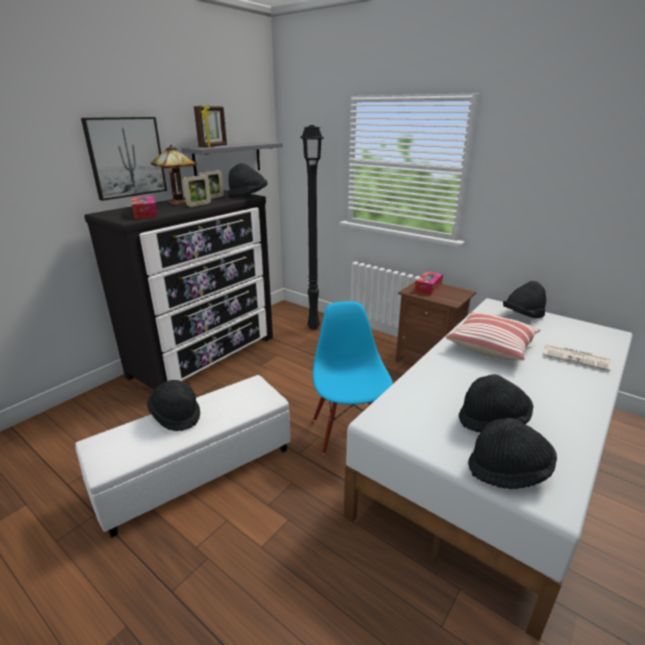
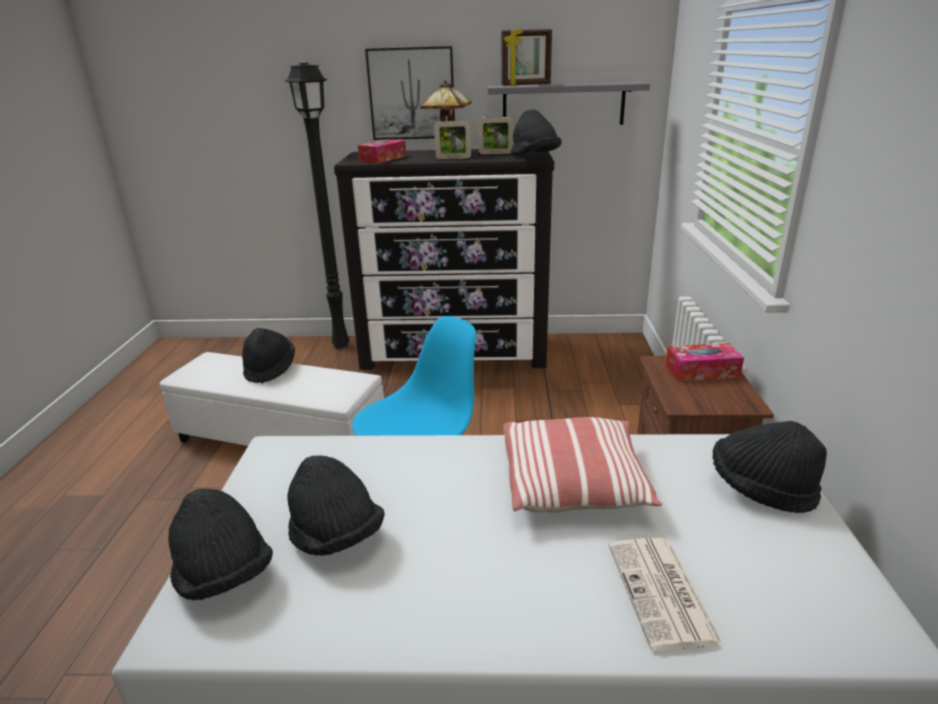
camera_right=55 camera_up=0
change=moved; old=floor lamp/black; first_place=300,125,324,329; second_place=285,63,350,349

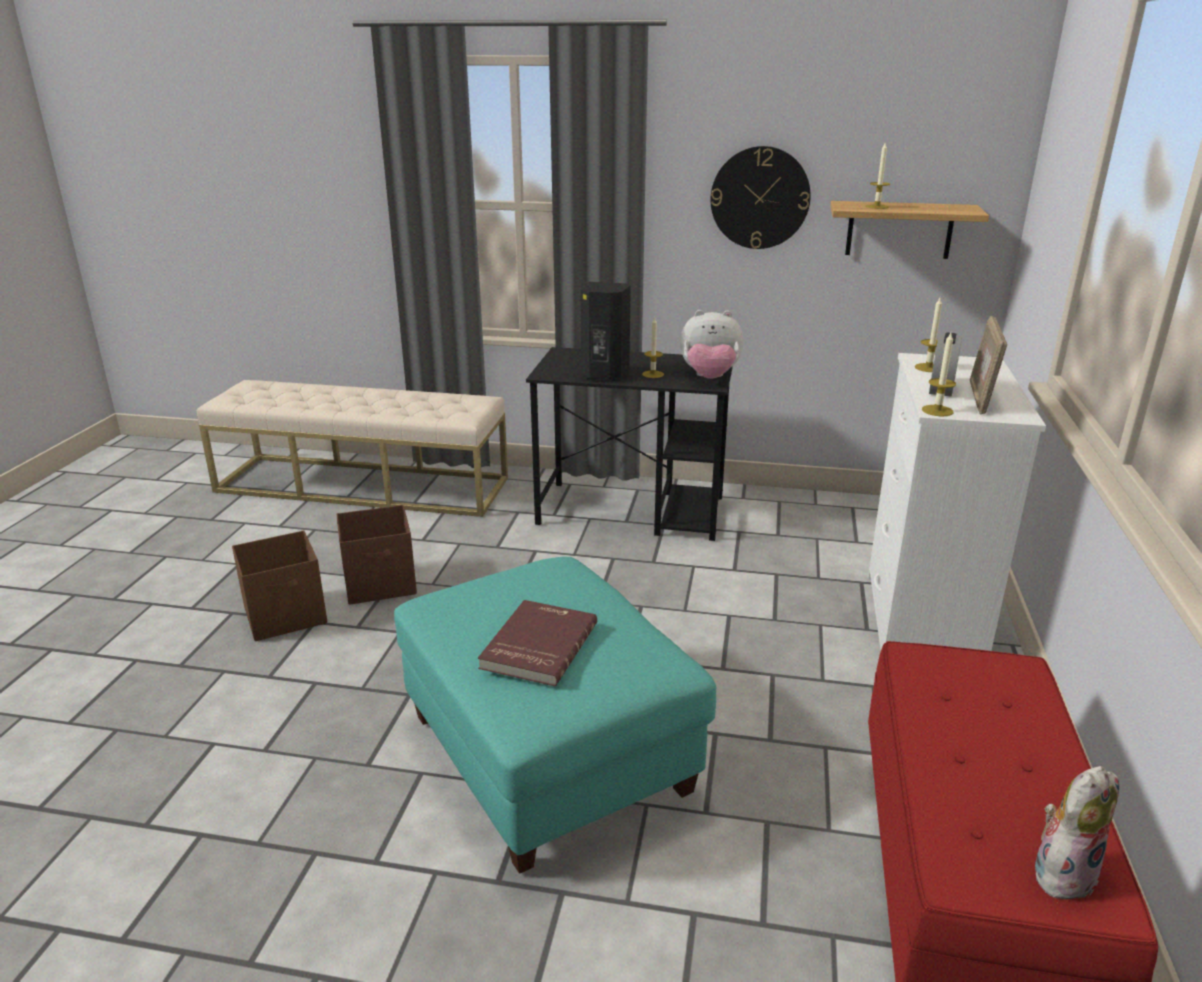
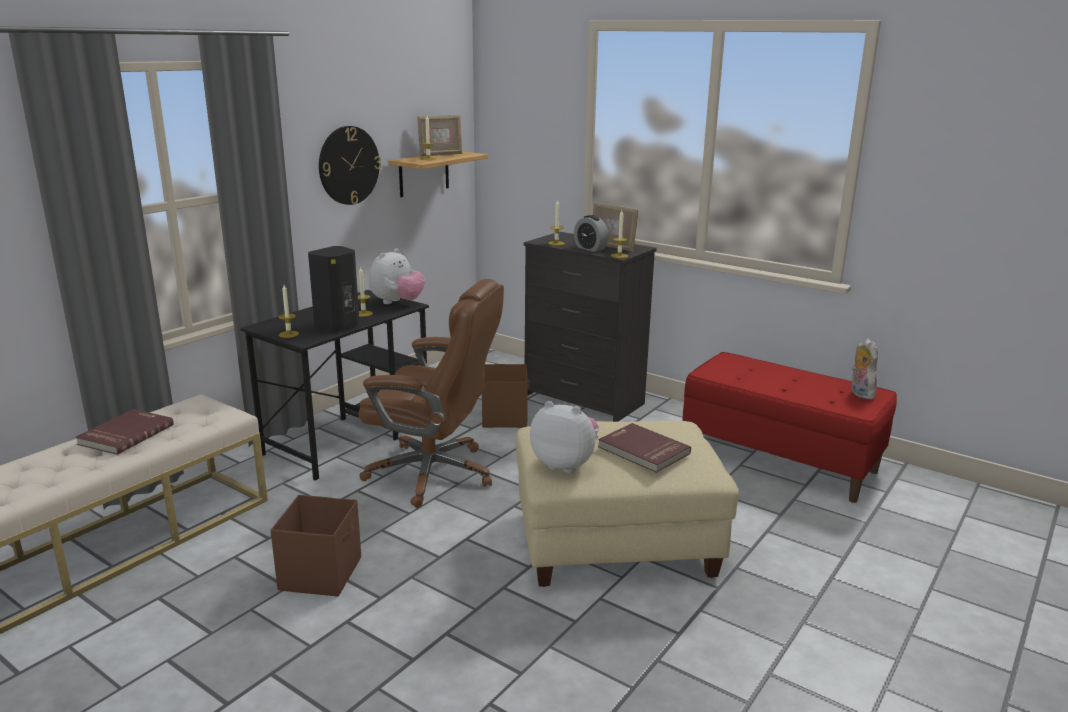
camera_right=-65 camera_up=-5
change=recoloured; old=dresser/white; new=dresser/black; first_place=868,353,1046,651; second_place=524,232,657,422
change=moved; old=storage box/brown; first_place=232,530,327,641; second_place=482,364,530,428
change=recoloured; old=ottoman/turquoise; new=ottoman/beige; first_place=394,557,716,874; second_place=516,420,739,587
change=added; new=picture frame; second_place=417,115,462,157
change=added; new=office chair/brown; second_place=359,279,504,508
change=added; new=candle; second_place=279,285,299,338
change=added; new=plush toy; second_place=530,401,599,473
change=added; new=book/red; second_place=75,409,174,455

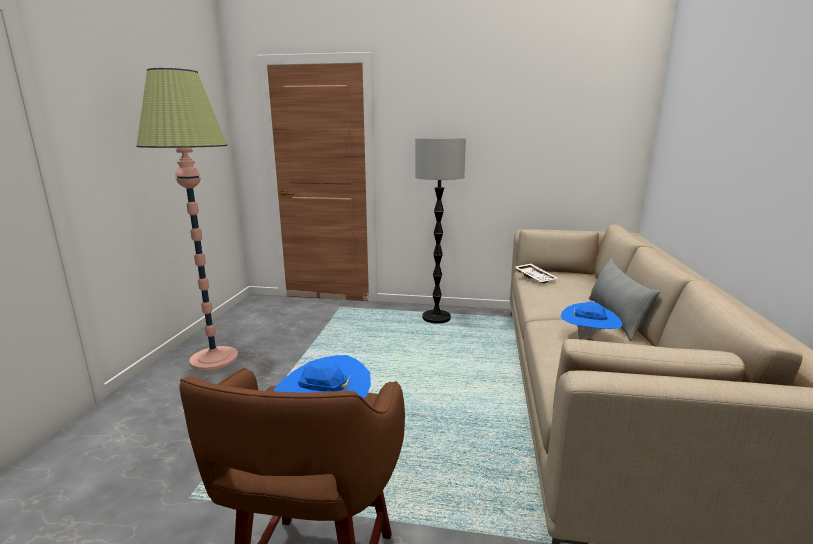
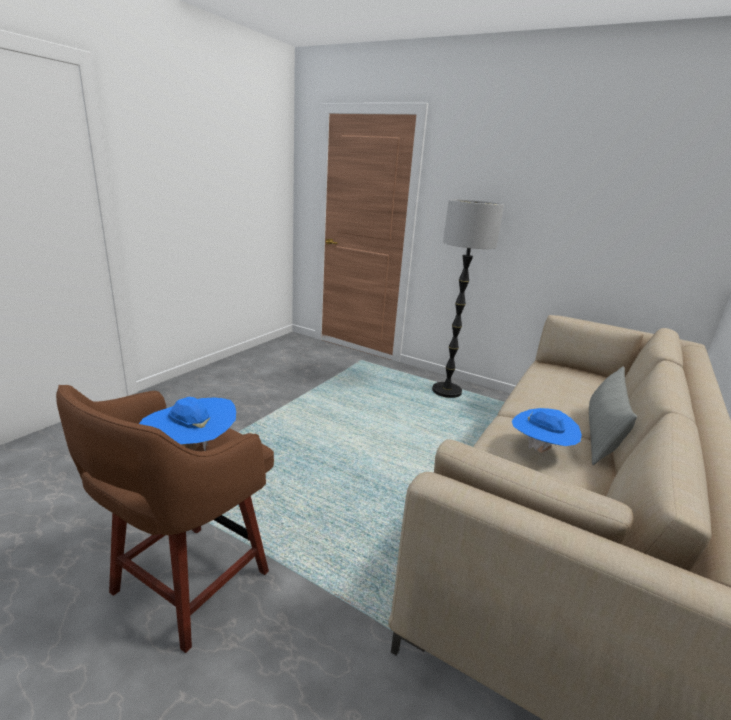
camera_right=20 camera_up=5
change=removed; old=floor lamp; first_place=137,68,238,370
change=removed; old=tray/white; first_place=515,264,558,284

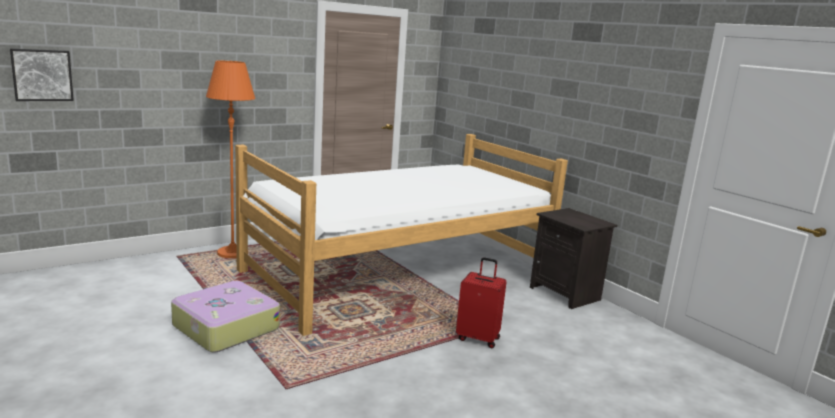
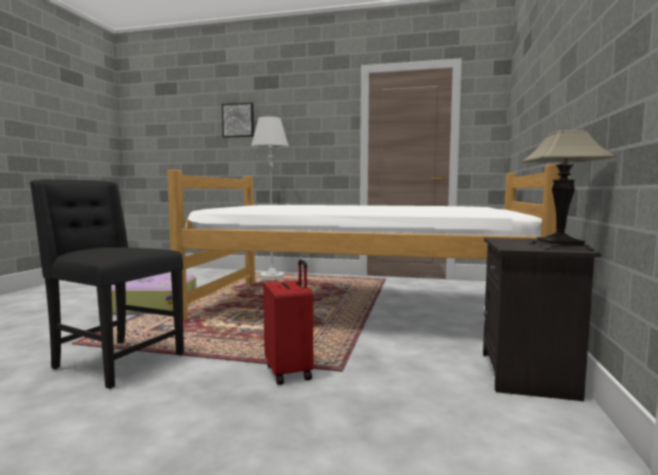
camera_right=50 camera_up=-10
change=moved; old=picture; first_place=10,49,74,101; second_place=222,102,254,138
change=recoloured; old=floor lamp/orange; new=floor lamp/white; first_place=206,60,255,258; second_place=251,116,289,278
change=added; new=table lamp; second_place=522,130,616,251
change=added; new=chair/black; second_place=30,179,184,389

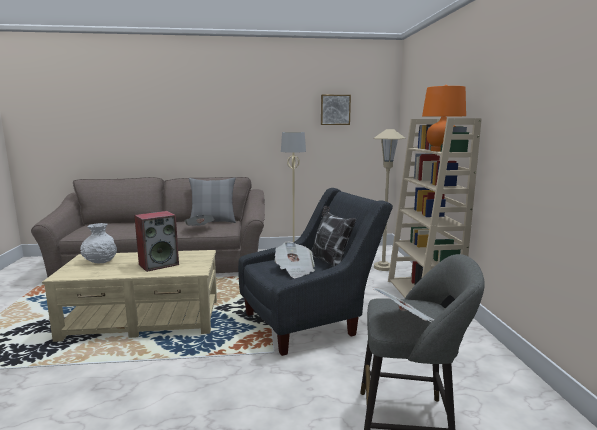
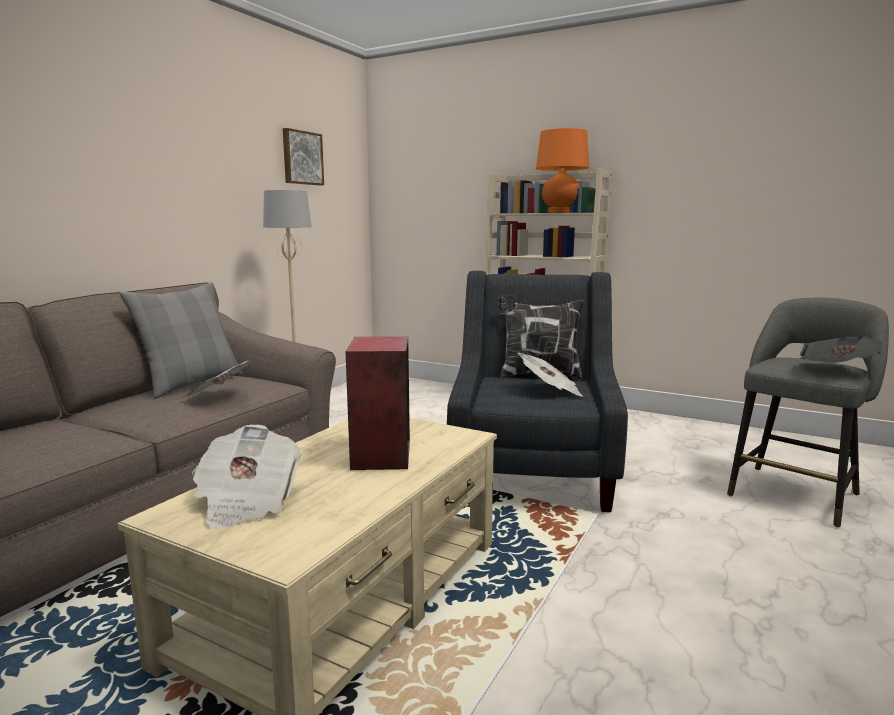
camera_right=-55 camera_up=0
change=removed; old=floor lamp/beige; first_place=373,129,406,271
change=replaced; old=vase/white; new=newspaper; first_place=80,223,117,264; second_place=192,425,301,529

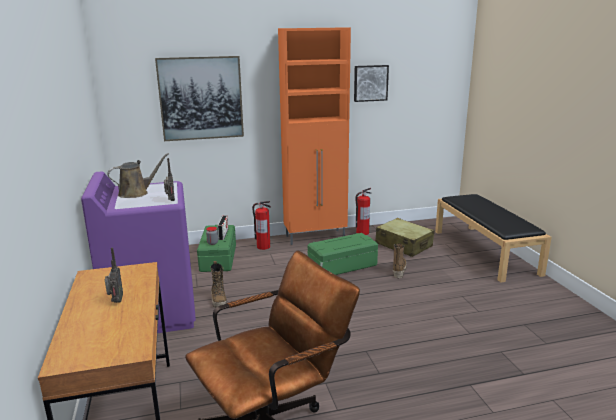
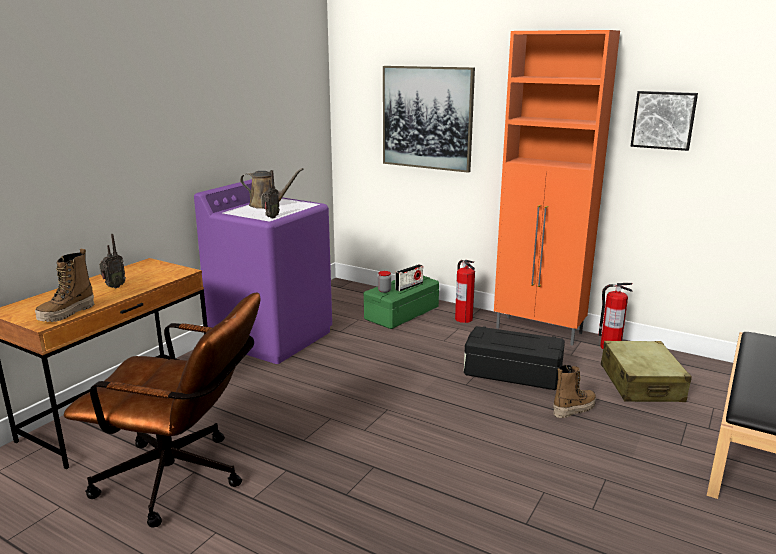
camera_right=45 camera_up=0
change=recoloured; old=storage box/green; new=storage box/black; first_place=308,233,378,275; second_place=464,326,565,390
change=moved; old=boot; first_place=210,261,227,308; second_place=35,249,94,322

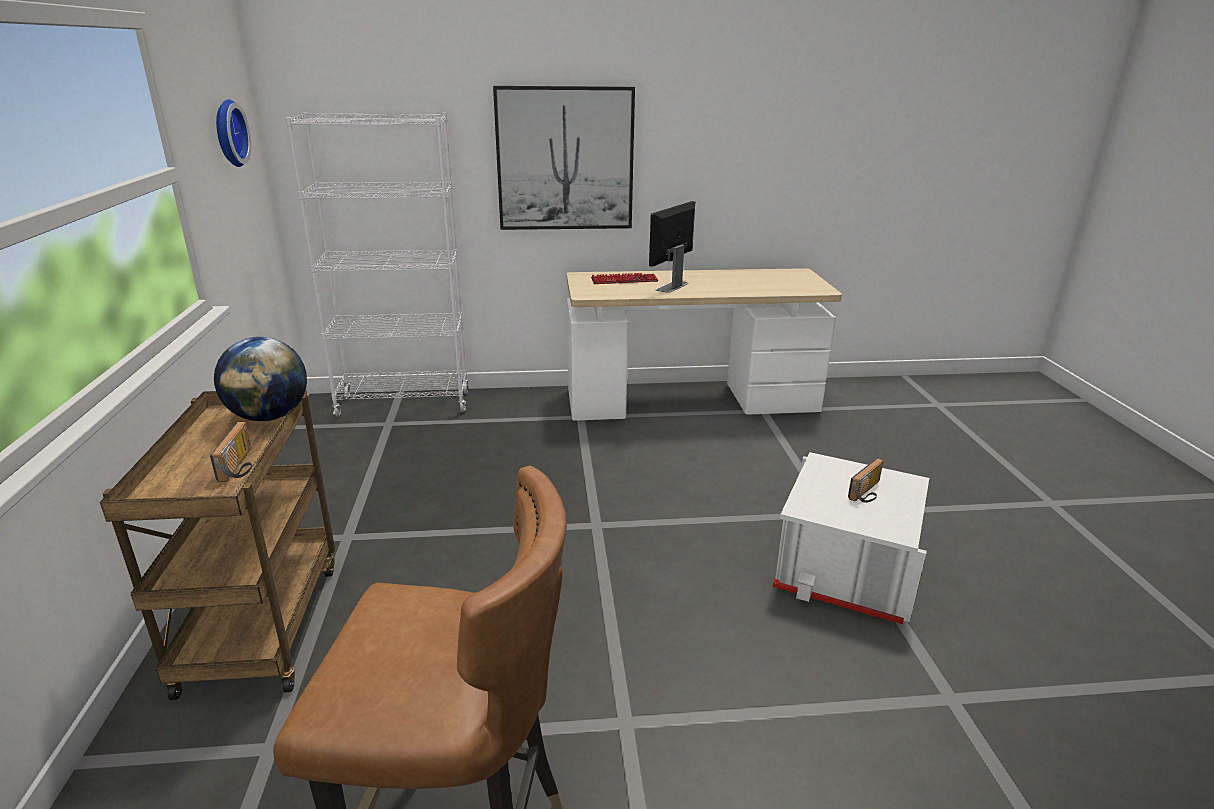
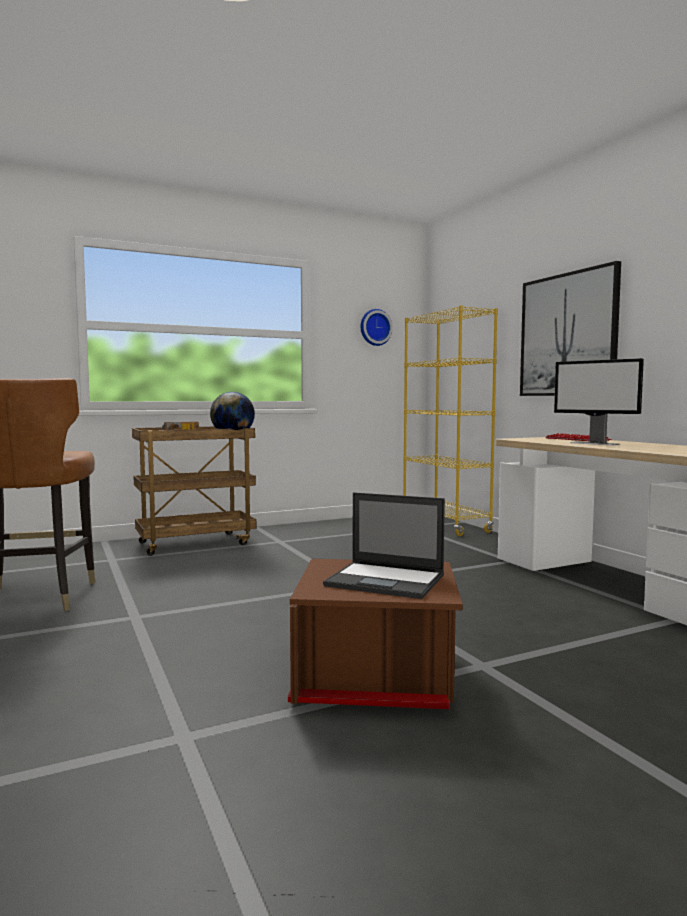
camera_right=70 camera_up=-20
change=recoloured; old=bookcase/white; new=bookcase/yellow; first_place=286,112,469,417; second_place=403,305,498,536
change=turned; old=monitor; first_place=649,201,695,293; second_place=554,358,644,445; degrees=-150
change=recoloured; old=storage box/white; new=storage box/brown; first_place=772,452,929,624; second_place=288,559,463,709
change=replaced; old=radio; new=laptop; first_place=848,458,883,503; second_place=323,492,445,599

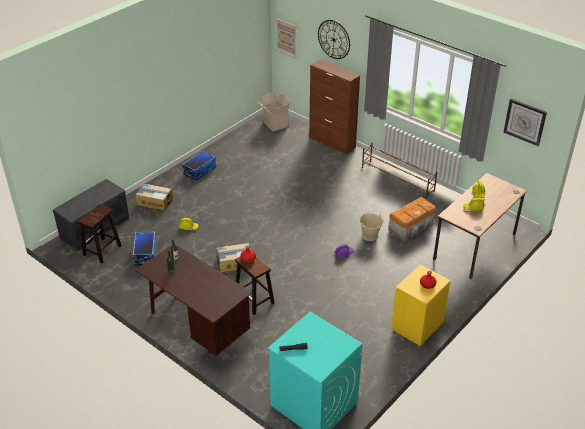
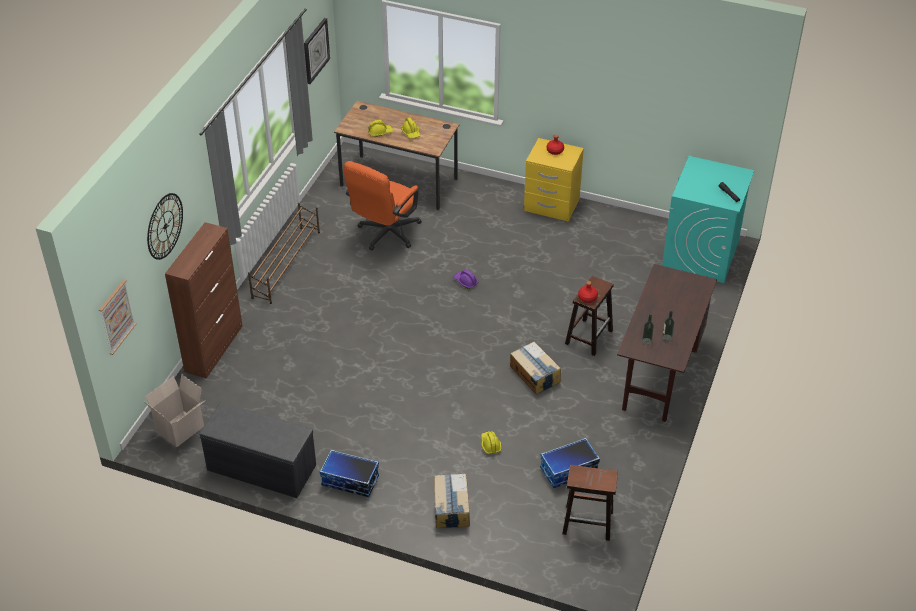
camera_right=-110 camera_up=5
change=moved; old=bench/grey; first_place=53,179,130,251; second_place=199,402,316,498
change=replaced; old=storage box; new=office chair/orange; first_place=388,197,436,241; second_place=344,161,422,251
change=removed; old=bucket/beige; first_place=360,213,384,241

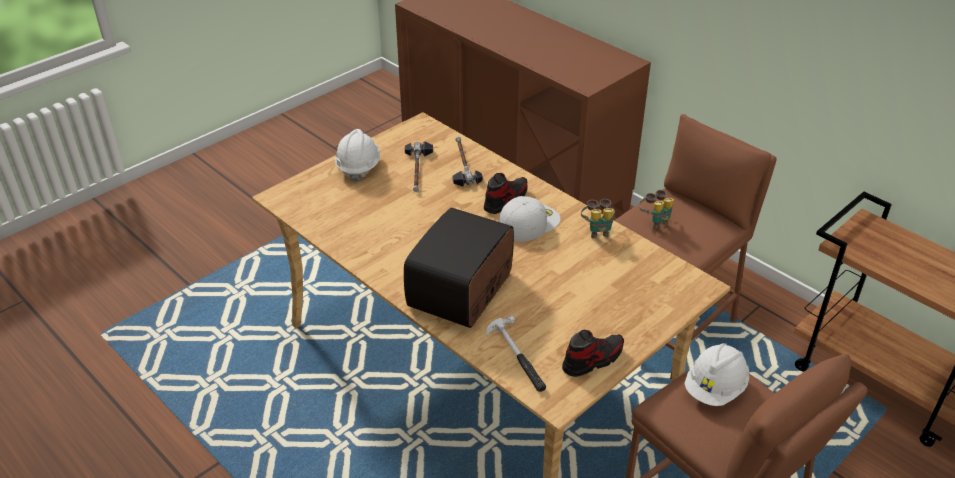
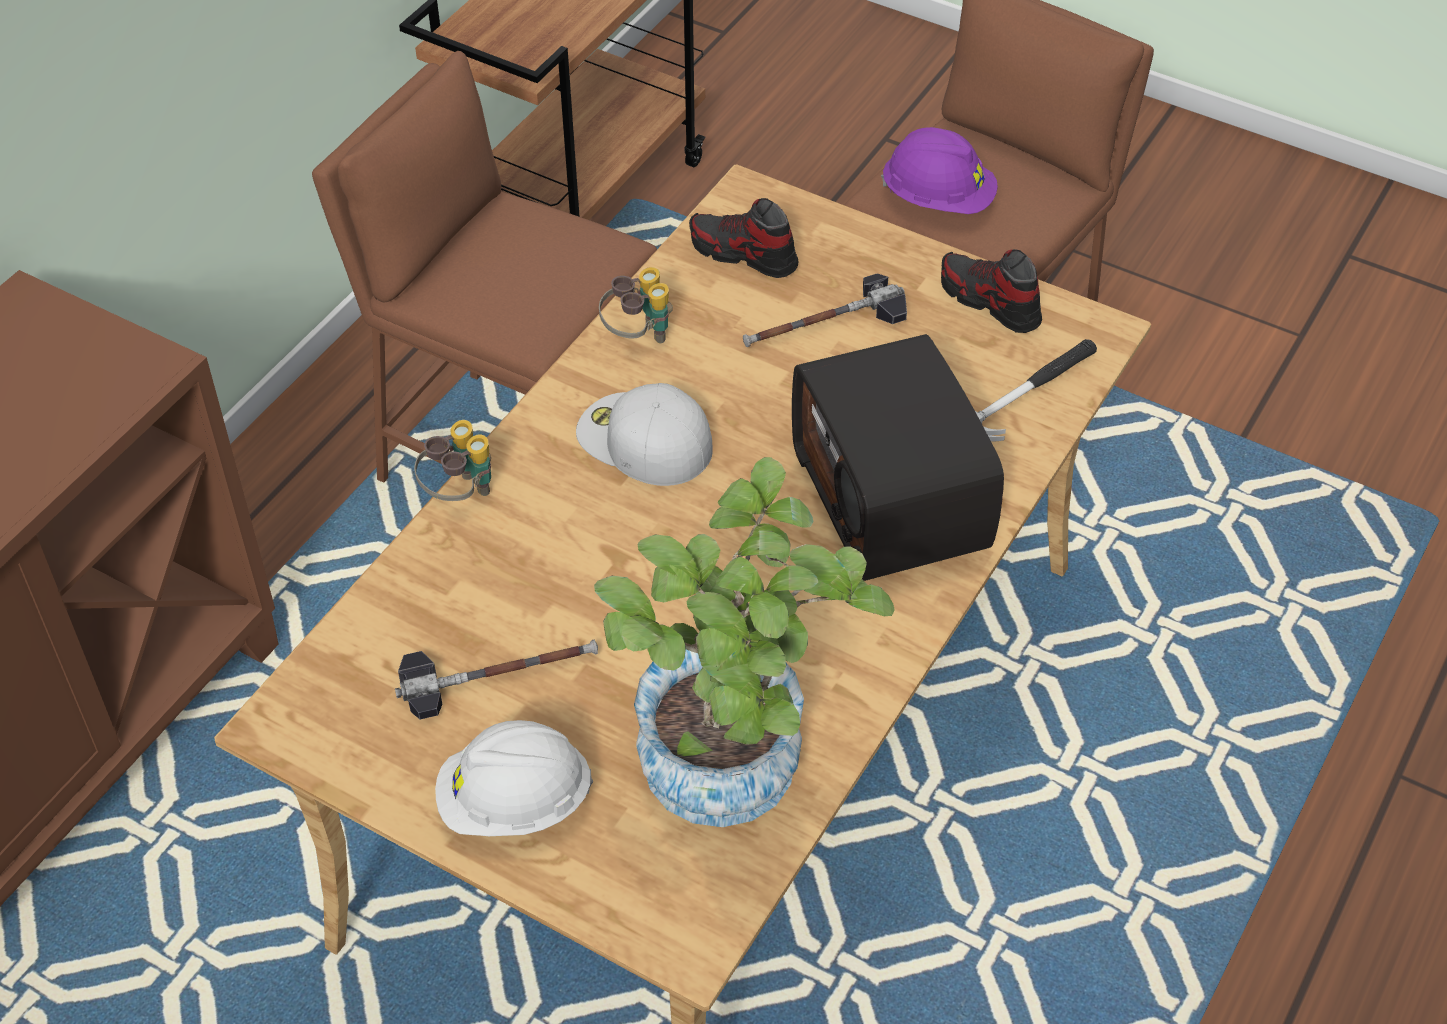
camera_right=-105 camera_up=10
change=moved; old=hammer; first_place=453,137,483,187; second_place=743,274,907,347
change=moved; old=shoe; first_place=484,173,528,214; second_place=689,198,799,278
change=moved; old=binoculars; first_place=639,190,674,229; second_place=414,420,491,501
change=turned; old=radio; first_place=404,208,514,328; second_place=792,334,1004,581; degrees=60
change=recoloured; old=hard hat/white; new=hard hat/purple; first_place=684,343,749,406; second_place=881,127,998,214
change=added; new=potted plant; second_place=594,457,895,827

